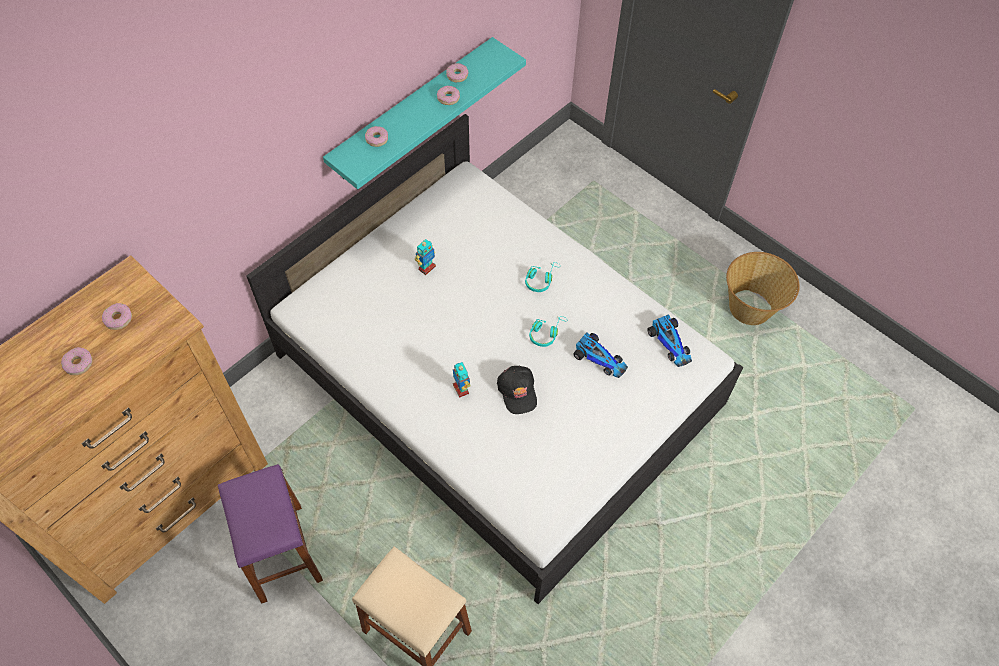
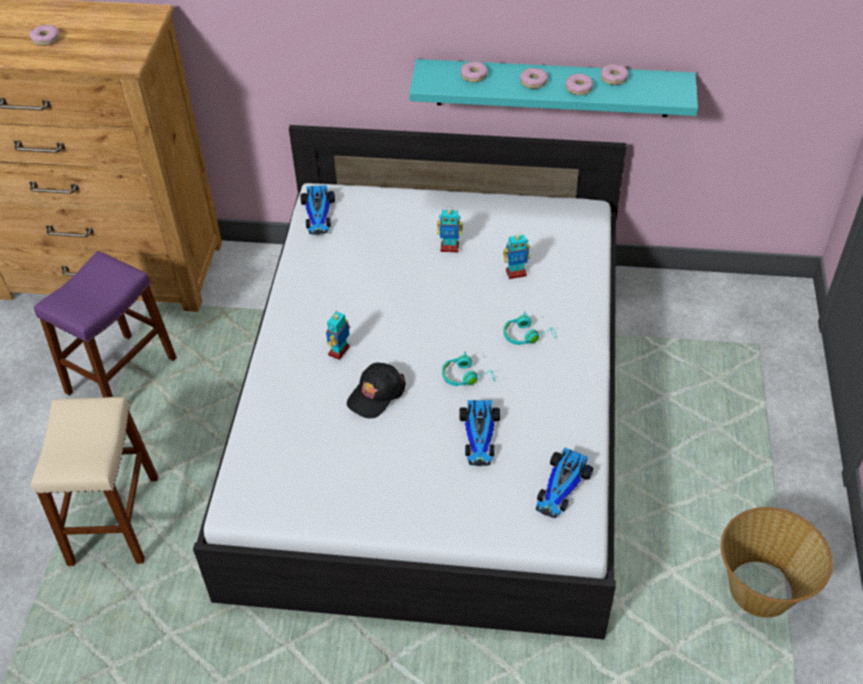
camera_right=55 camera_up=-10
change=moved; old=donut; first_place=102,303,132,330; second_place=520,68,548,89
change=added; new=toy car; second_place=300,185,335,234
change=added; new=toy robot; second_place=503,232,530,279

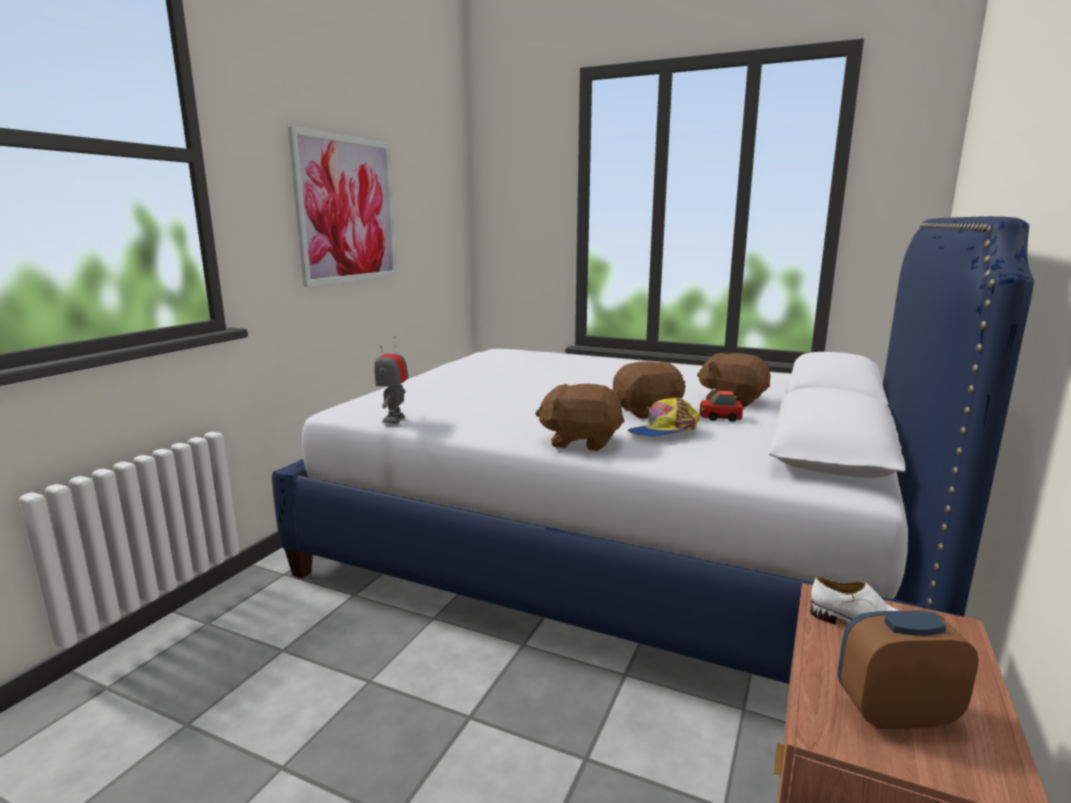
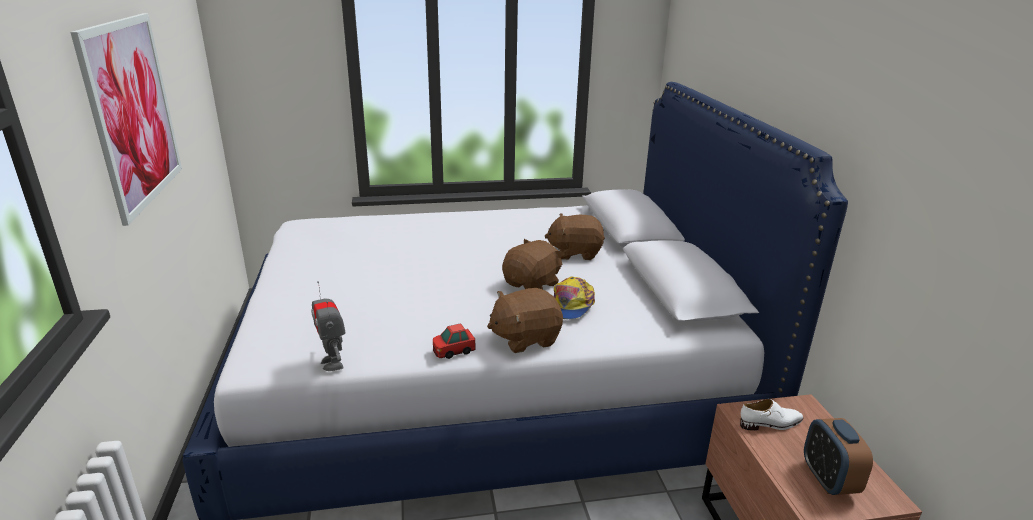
camera_right=-35 camera_up=10
change=moved; old=toy car; first_place=700,391,743,422; second_place=433,323,475,359
change=turned; old=alarm clock; first_place=838,611,979,729; second_place=804,418,873,495; degrees=-60

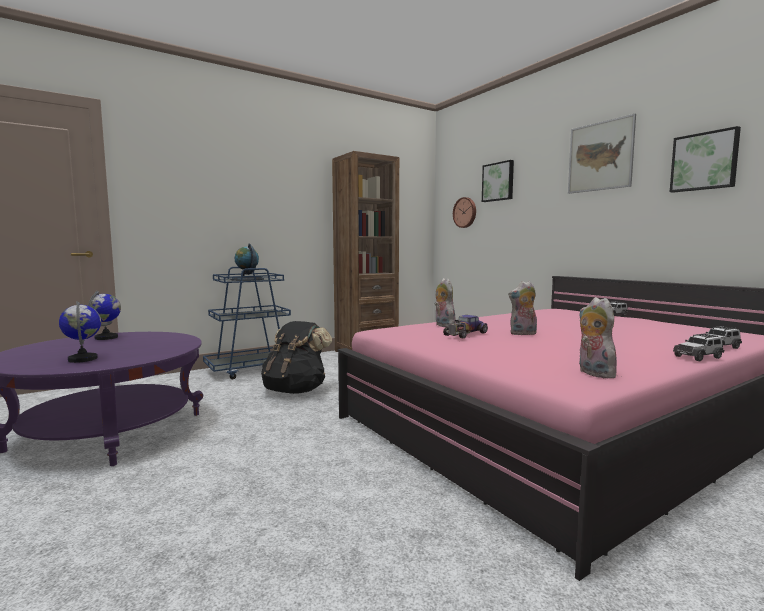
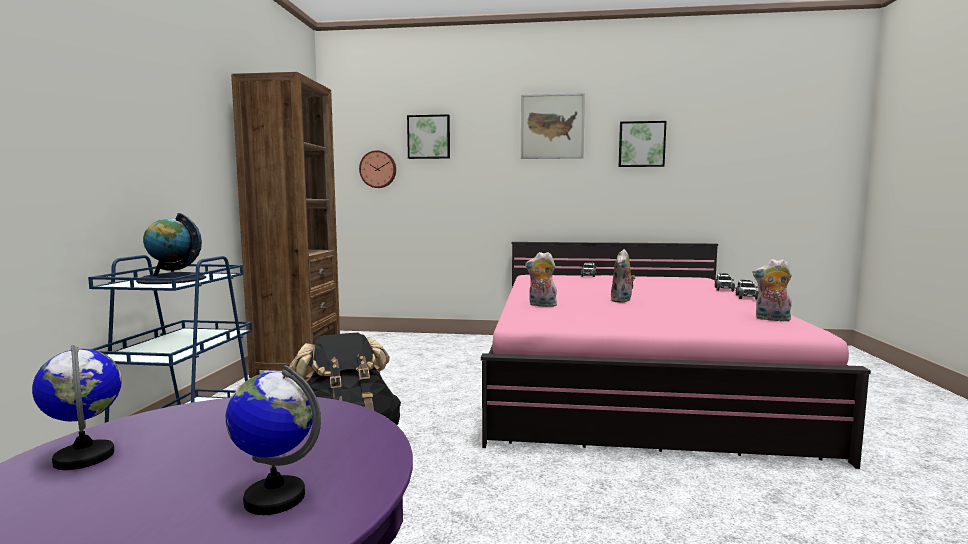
camera_right=-50 camera_up=0
change=removed; old=toy car; first_place=443,315,488,338

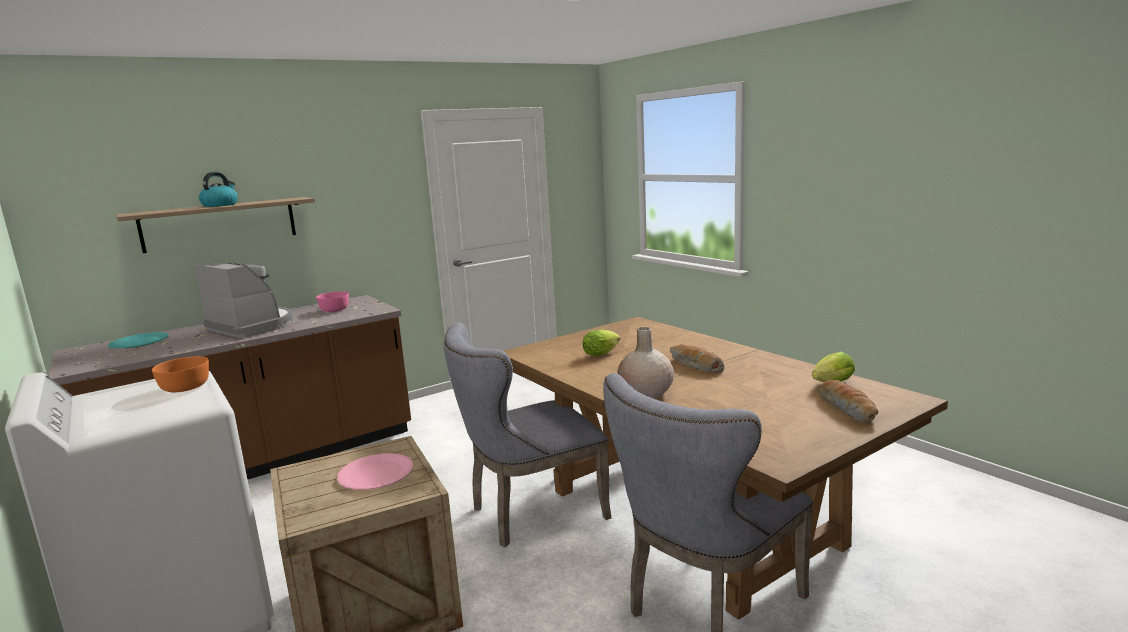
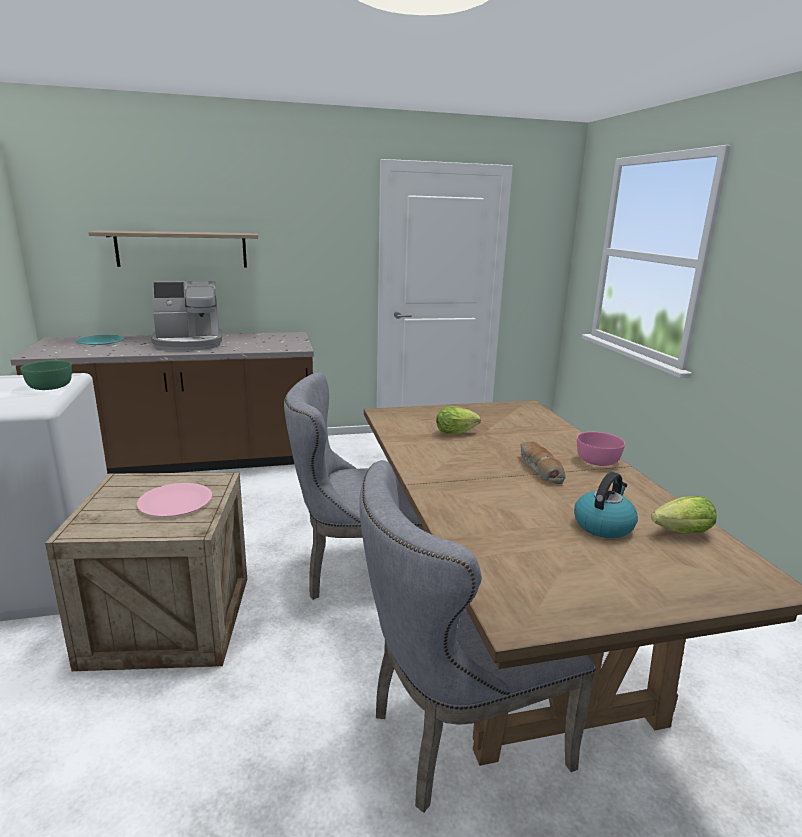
camera_right=20 camera_up=5
change=moved; old=kettle; first_place=199,172,238,207; second_place=574,472,638,538
change=turned; old=coffee machine; first_place=195,263,293,338; second_place=151,281,222,350; degrees=105
change=moved; old=bowl/pink; first_place=316,291,349,312; second_place=577,432,625,466
change=removed; old=vase/beige; first_place=618,327,674,399
change=recoloured; old=bowl/orange; new=bowl/green; first_place=152,356,209,392; second_place=20,360,72,390
change=removed; old=bread; first_place=819,380,879,422

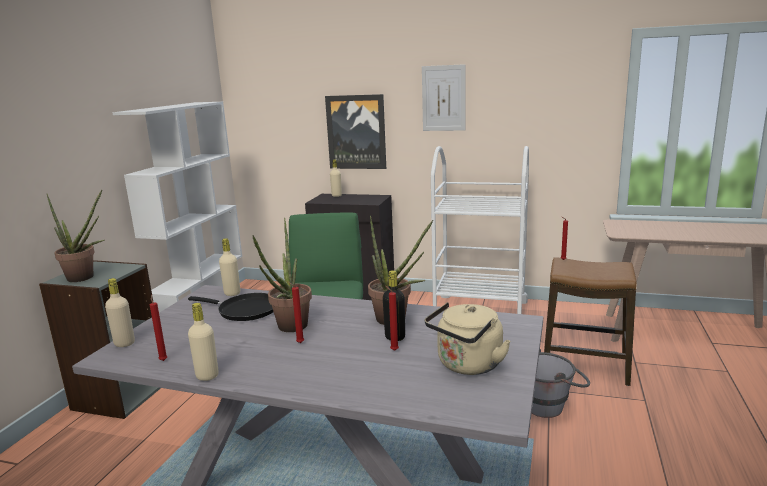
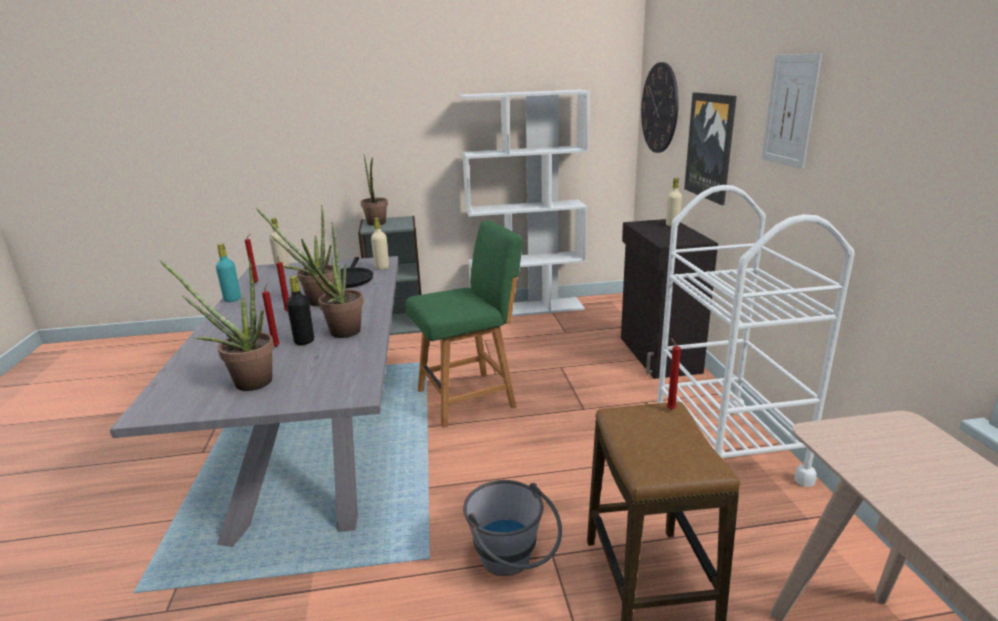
camera_right=65 camera_up=5
change=replaced; old=kettle/beige; new=potted plant; first_place=425,302,511,375; second_place=159,257,274,391
change=recoloured; old=bottle/beige; new=bottle/turquoise; first_place=188,303,219,381; second_place=216,244,241,302
change=added; new=wall clock; second_place=641,62,679,153

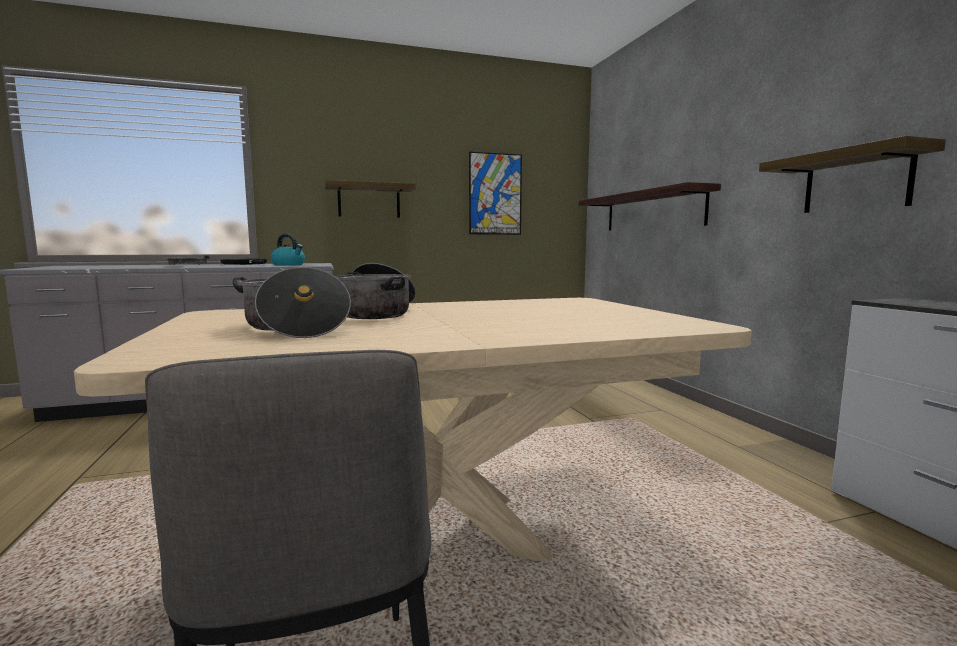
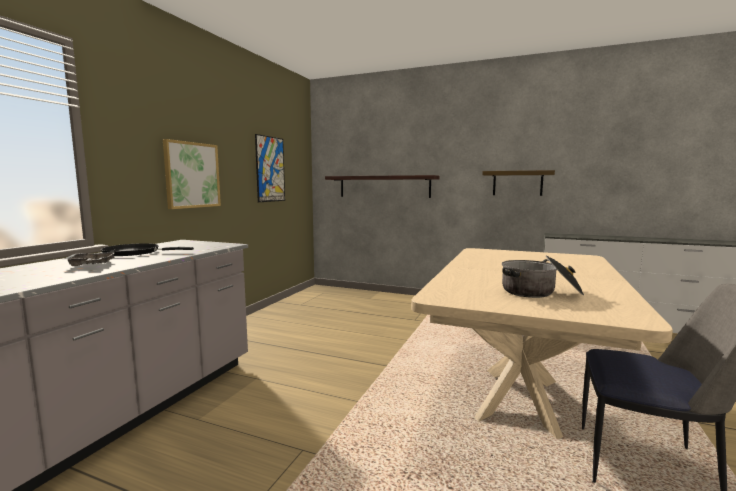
camera_right=-50 camera_up=0
change=replaced; old=shelf; new=picture; first_place=325,180,416,218; second_place=163,139,221,209
change=removed; old=kettle; first_place=271,234,305,266
change=removed; old=cooking pot; first_place=335,263,416,319

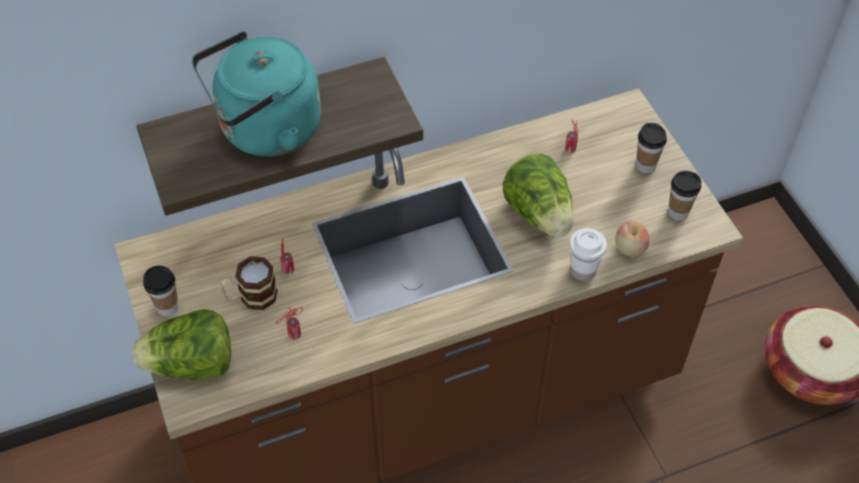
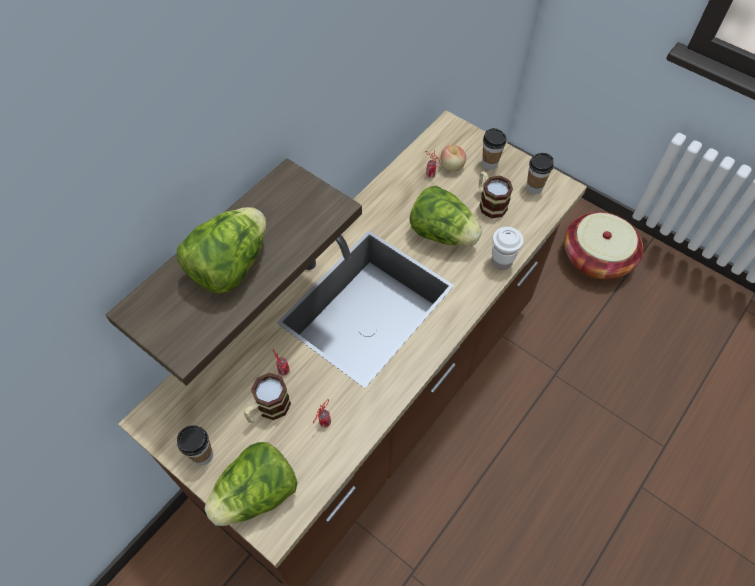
camera_right=-30 camera_up=5
change=replaced; old=kettle/turquoise; new=lettuce; first_place=192,31,321,156; second_place=177,207,266,294
change=moved; old=apple; first_place=615,221,650,257; second_place=441,145,466,172
change=added; new=mug; second_place=479,171,513,218

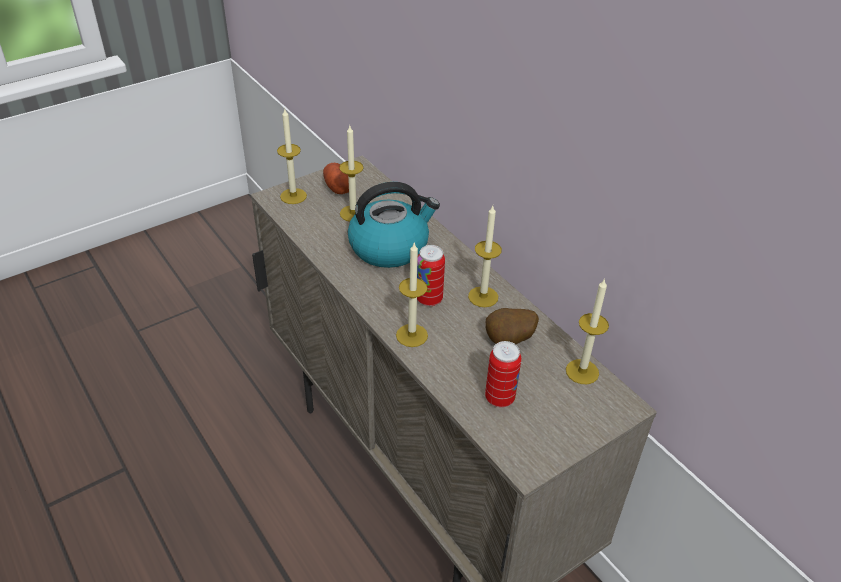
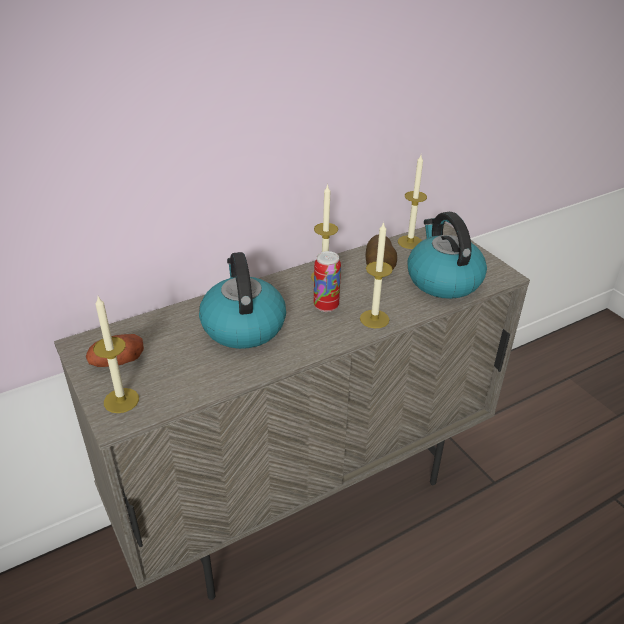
camera_right=-85 camera_up=-5
change=removed; old=candle; first_place=339,126,364,222
change=replaced; old=can; new=kettle; first_place=485,341,521,408; second_place=408,212,487,299

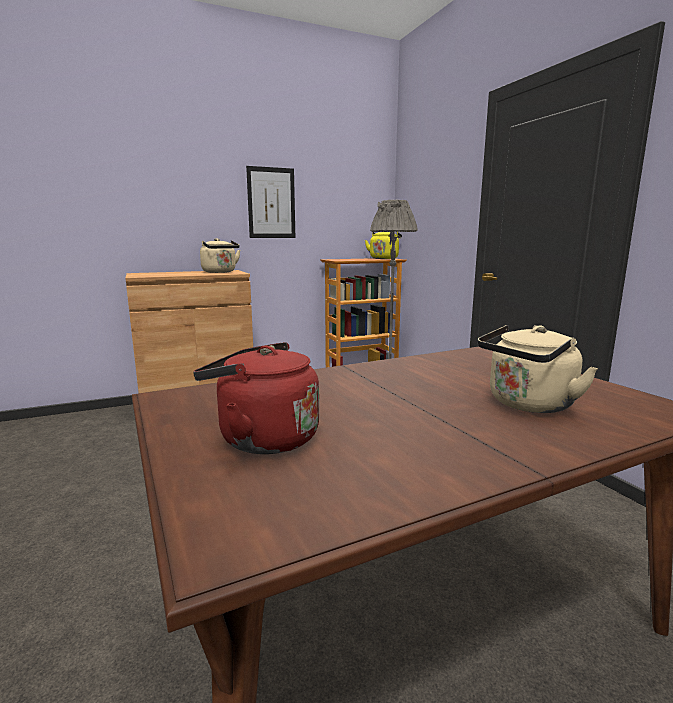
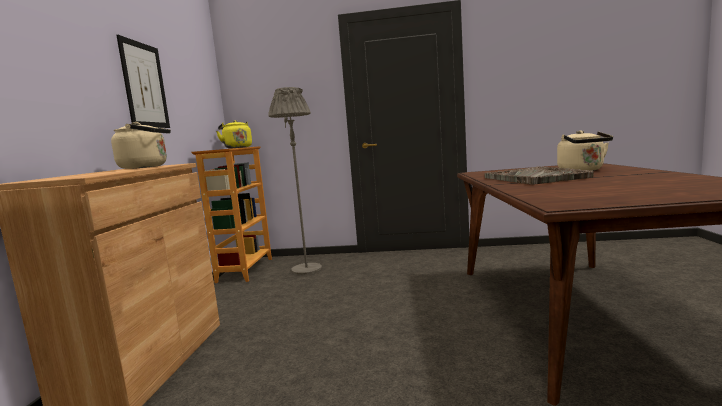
camera_right=-60 camera_up=-5
change=removed; old=kettle/red; first_place=193,342,319,454
change=added; new=tray/grey; second_place=485,167,594,185

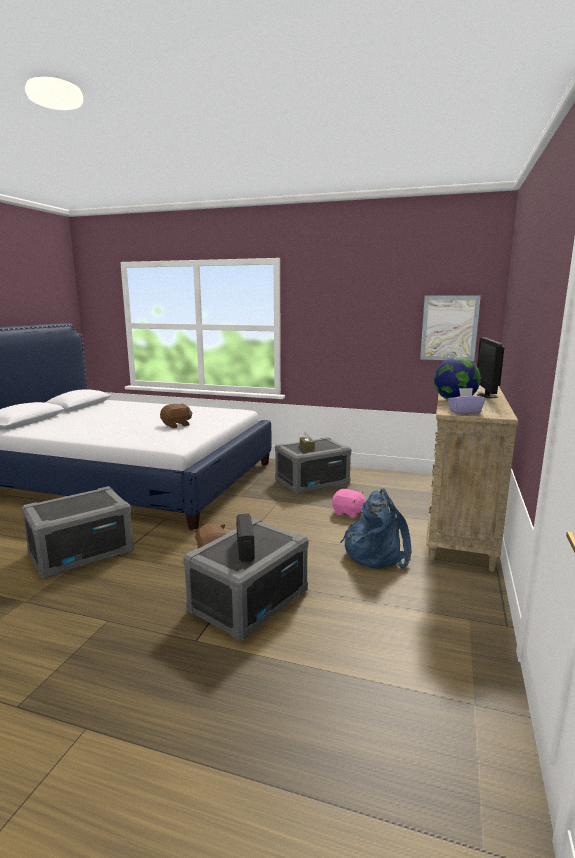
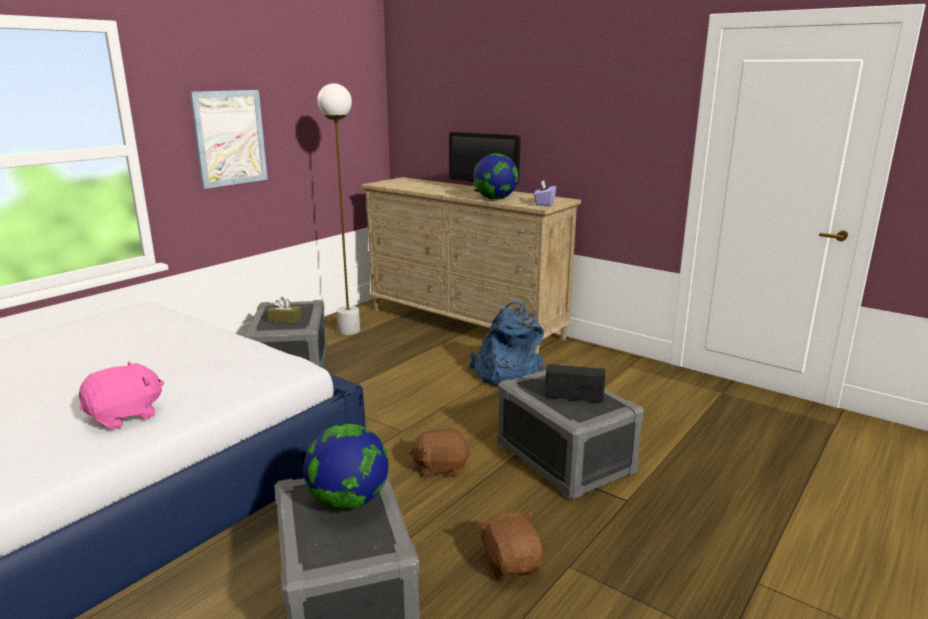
camera_right=-70 camera_up=5
change=moved; old=picture; first_place=420,295,481,361; second_place=190,90,268,189
change=moved; old=plush toy/brown; first_place=160,404,193,428; second_place=478,511,543,580
change=moved; old=plush toy/pink; first_place=332,489,366,518; second_place=79,361,164,430
change=added; new=floor lamp/white; second_place=317,83,360,335
change=added; new=globe; second_place=303,423,388,510

